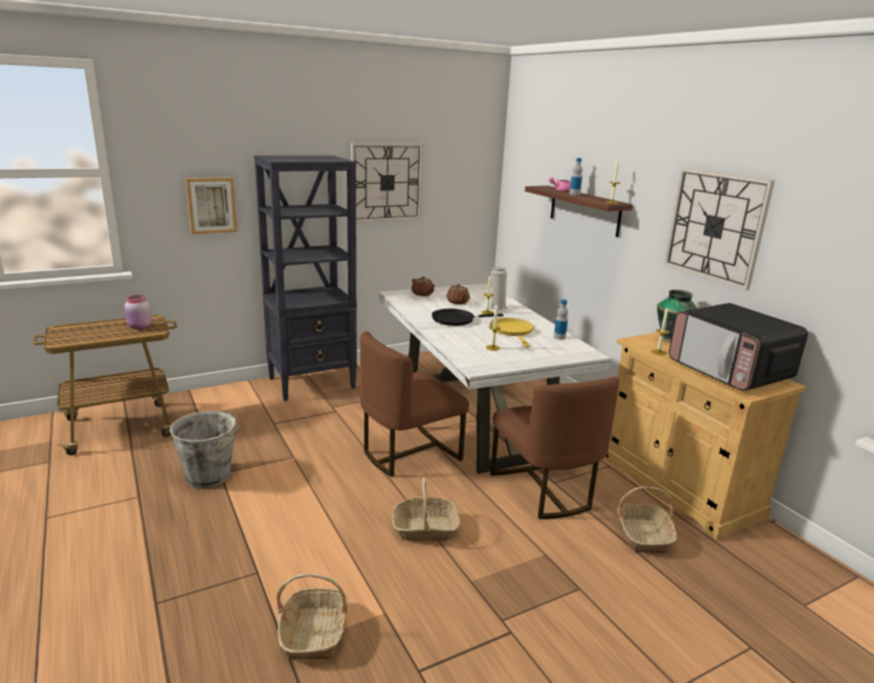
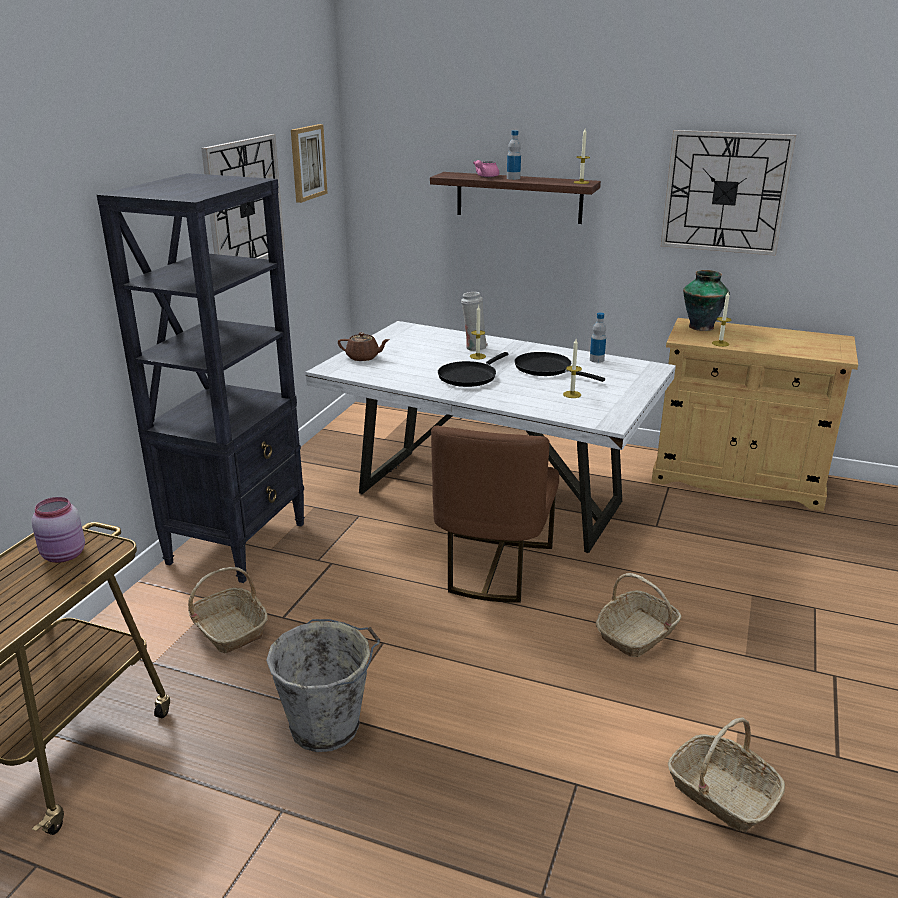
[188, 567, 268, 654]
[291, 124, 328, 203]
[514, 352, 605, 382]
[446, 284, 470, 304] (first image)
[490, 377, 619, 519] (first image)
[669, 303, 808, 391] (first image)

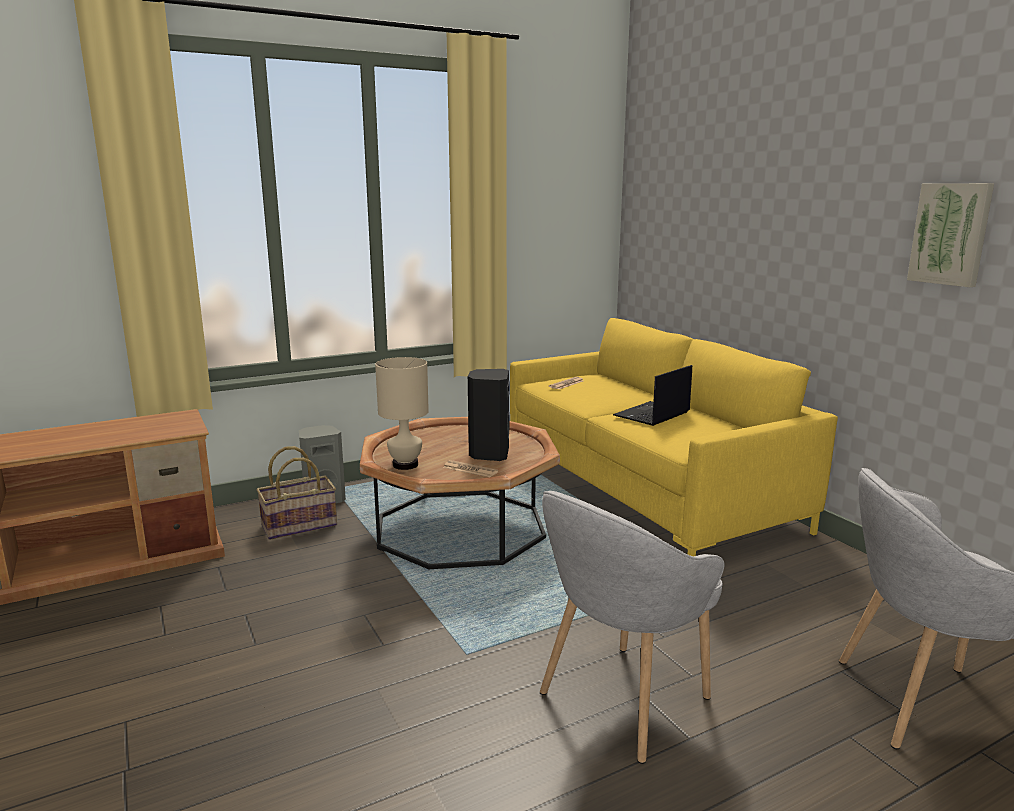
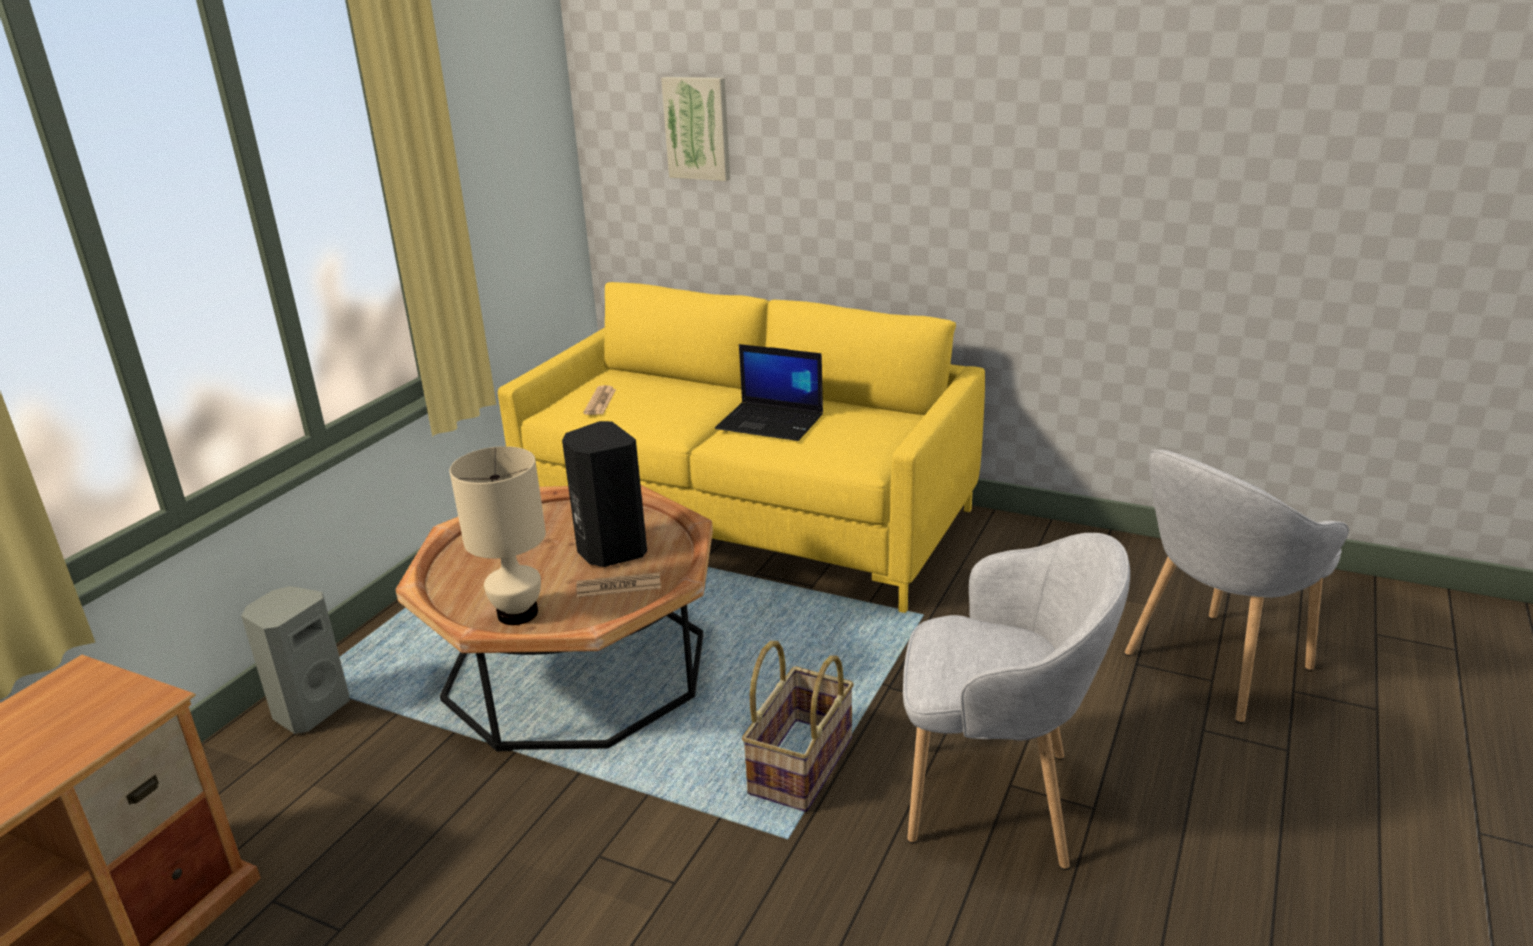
[661, 77, 730, 181]
[715, 344, 823, 441]
[742, 641, 854, 812]
[903, 533, 1130, 870]

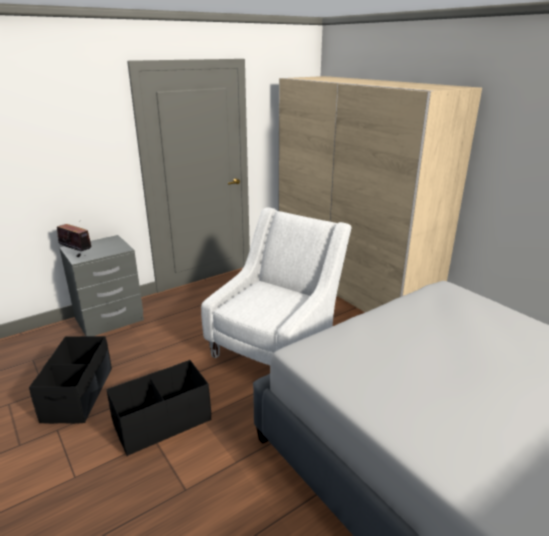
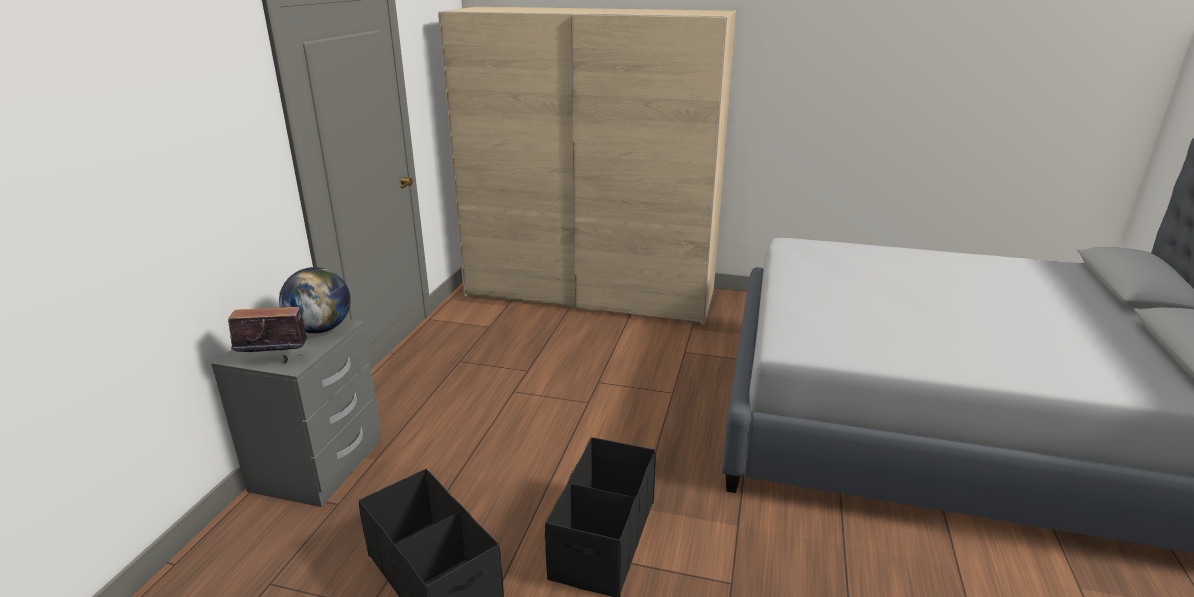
[279, 267, 351, 333]
[201, 207, 352, 365] (first image)

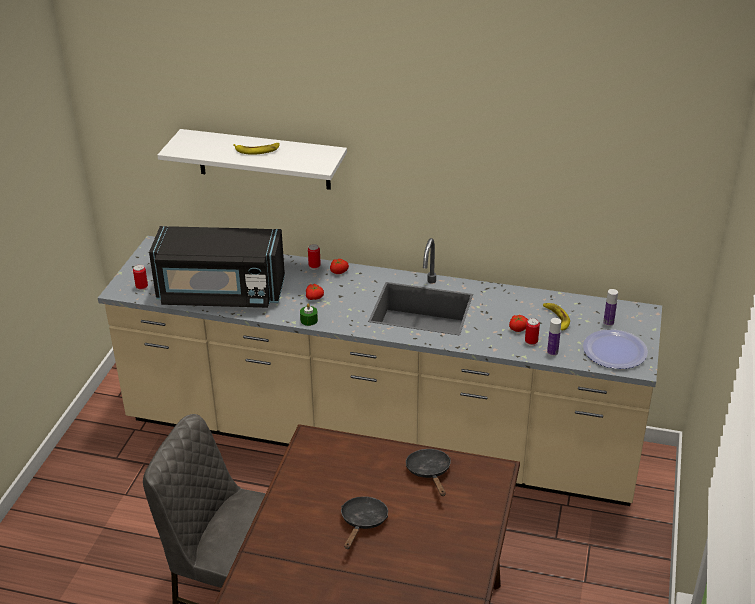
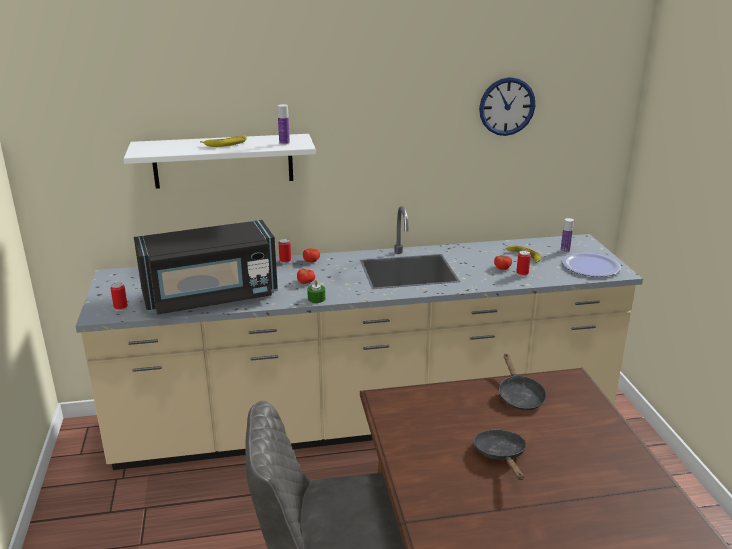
[278, 104, 290, 145]
[479, 77, 535, 136]
[499, 354, 546, 411]

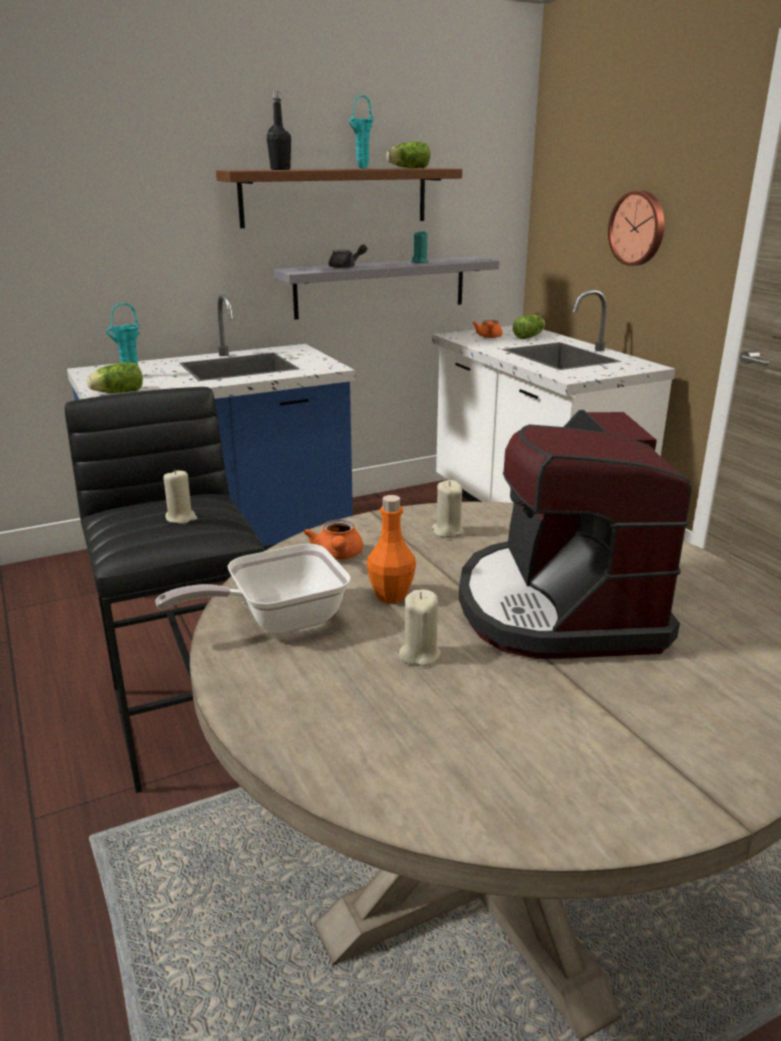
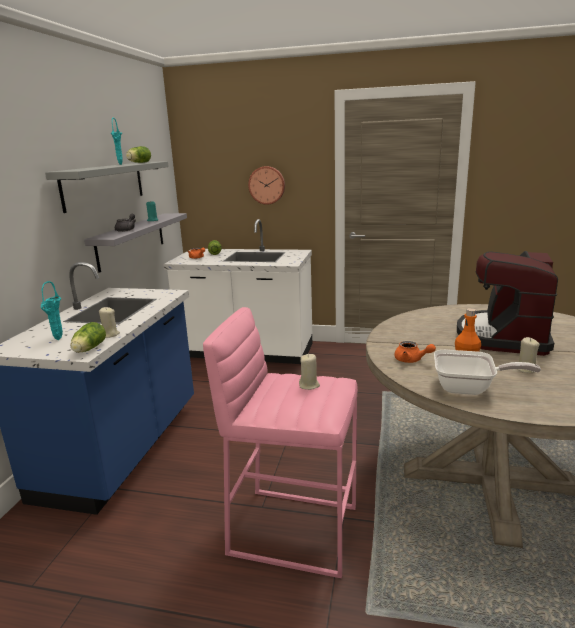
[45, 161, 169, 213]
[99, 307, 120, 338]
[203, 307, 358, 578]
[434, 350, 541, 395]
[457, 251, 558, 356]
[267, 91, 291, 170] (first image)

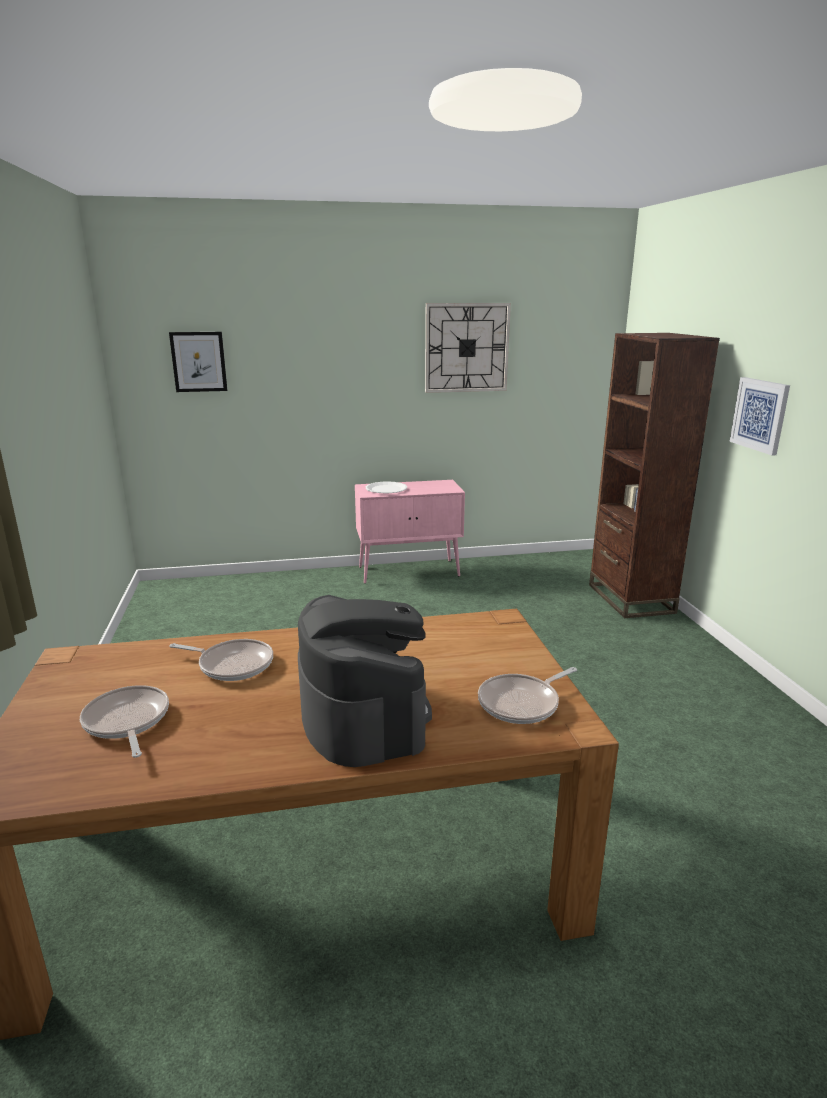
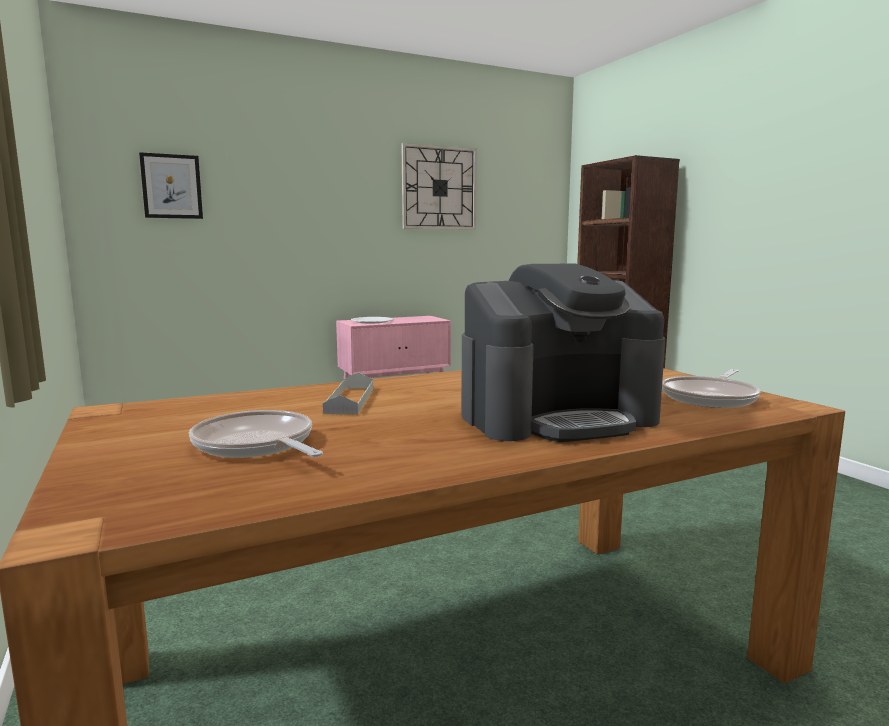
[323, 372, 373, 414]
[461, 263, 665, 442]
[730, 377, 790, 455] (first image)

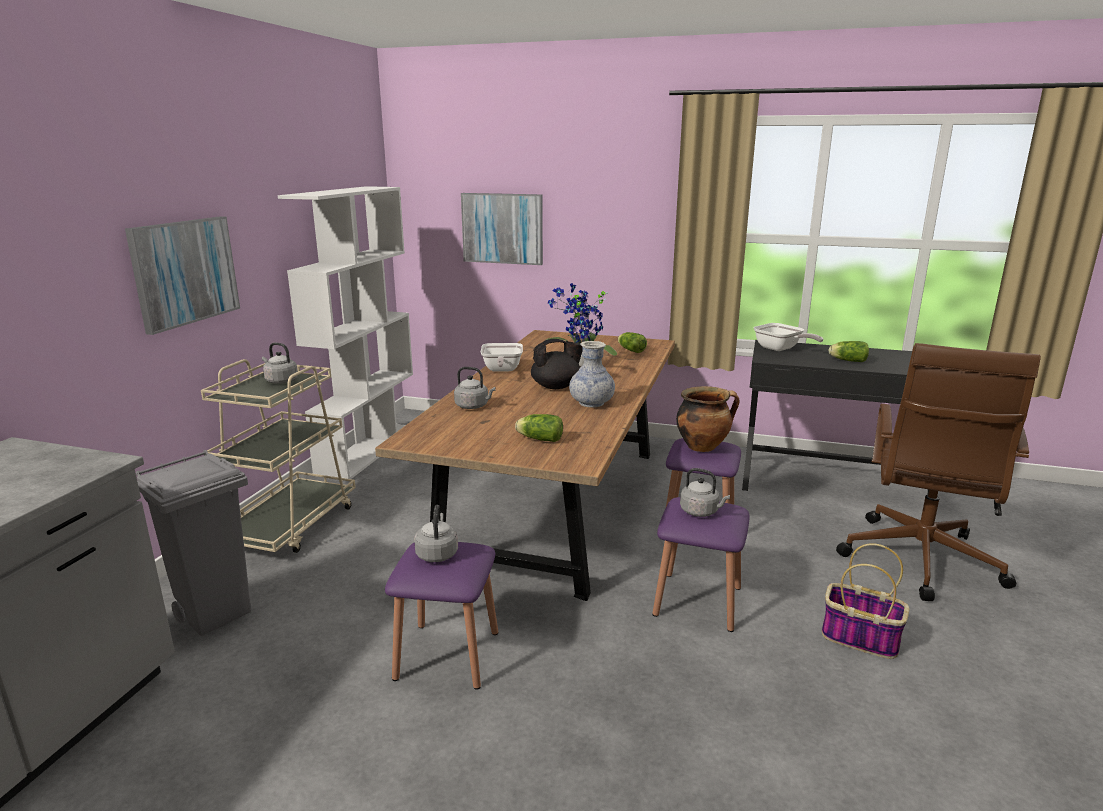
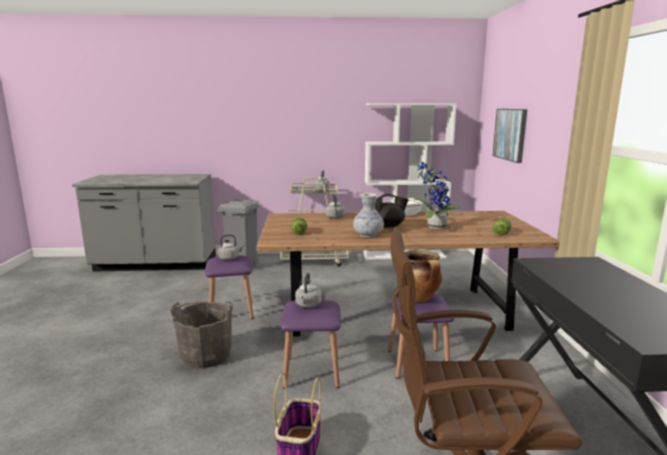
[170, 301, 233, 368]
[375, 194, 409, 228]
[125, 216, 240, 335] (first image)
[754, 323, 823, 351] (first image)
[828, 341, 869, 362] (first image)

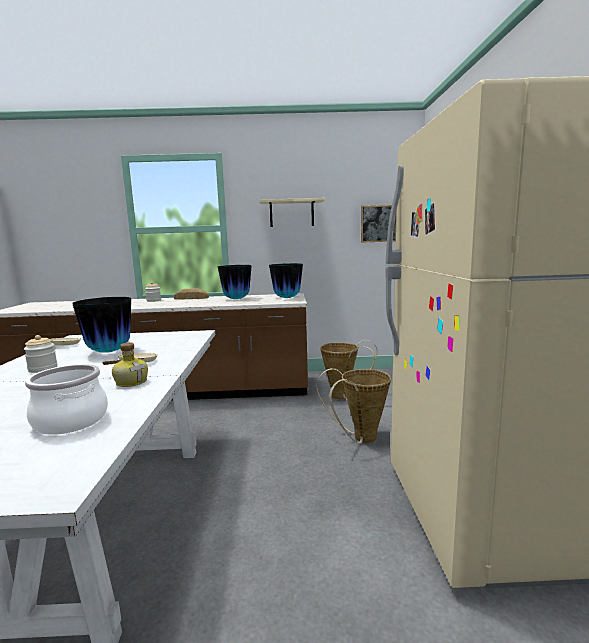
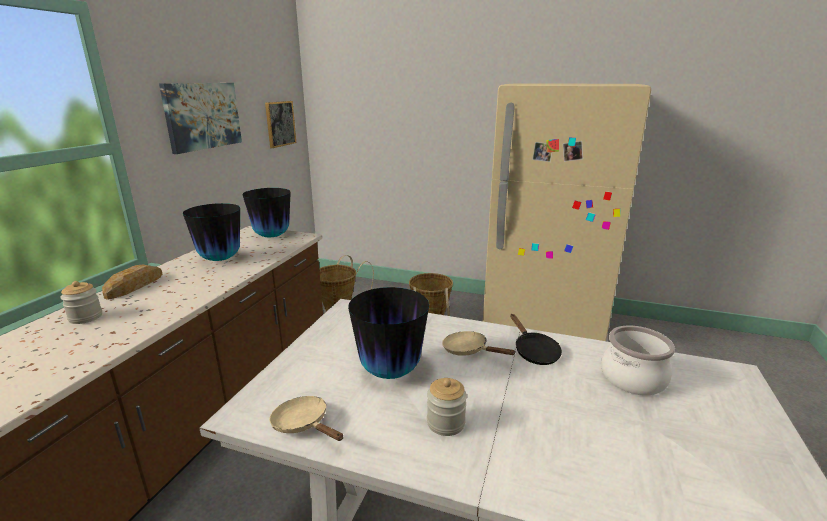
[159, 83, 242, 154]
[510, 314, 562, 365]

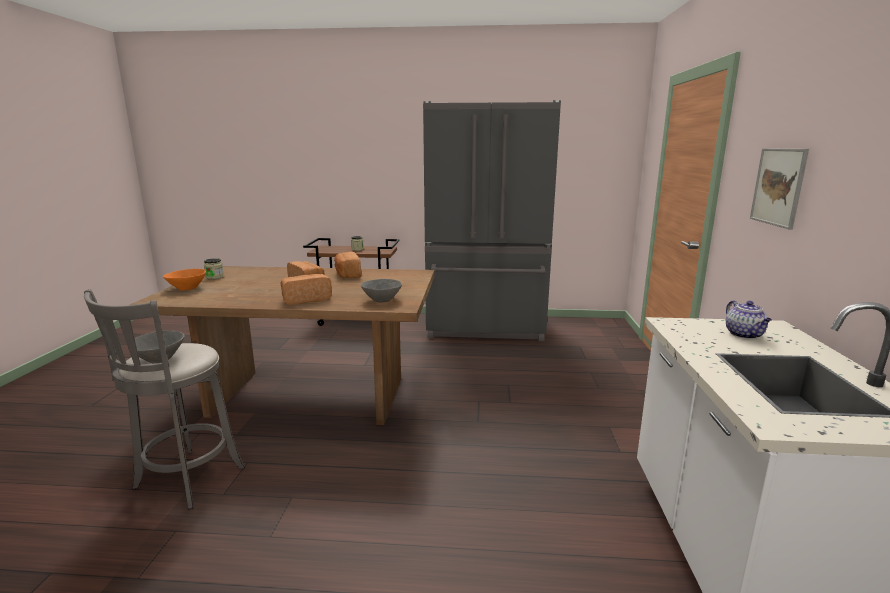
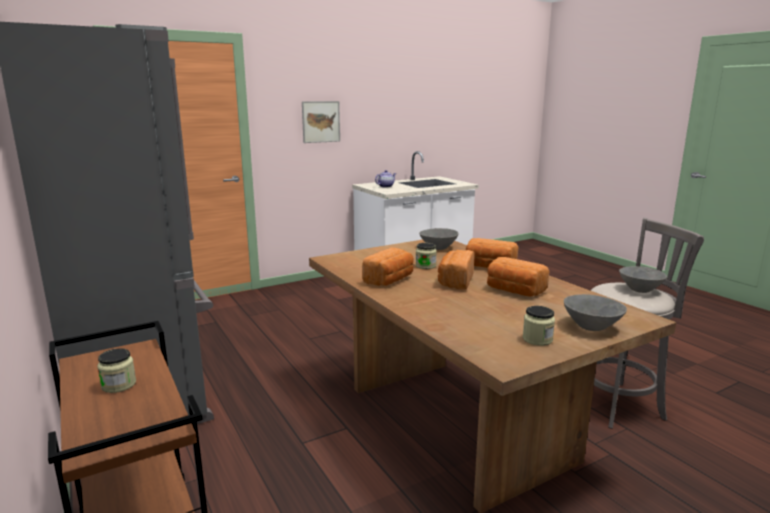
[416, 243, 437, 269]
[487, 257, 549, 297]
[564, 294, 627, 331]

